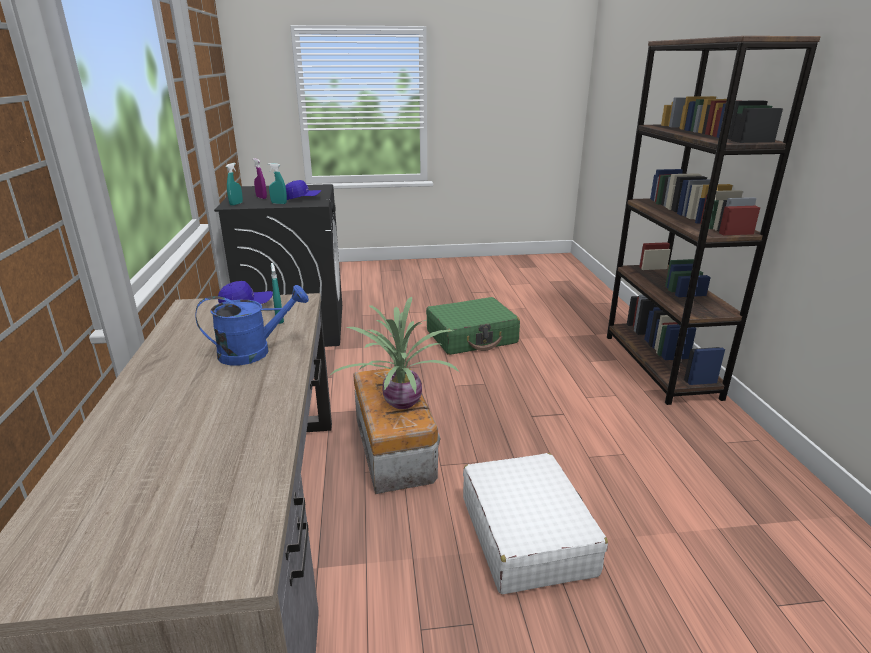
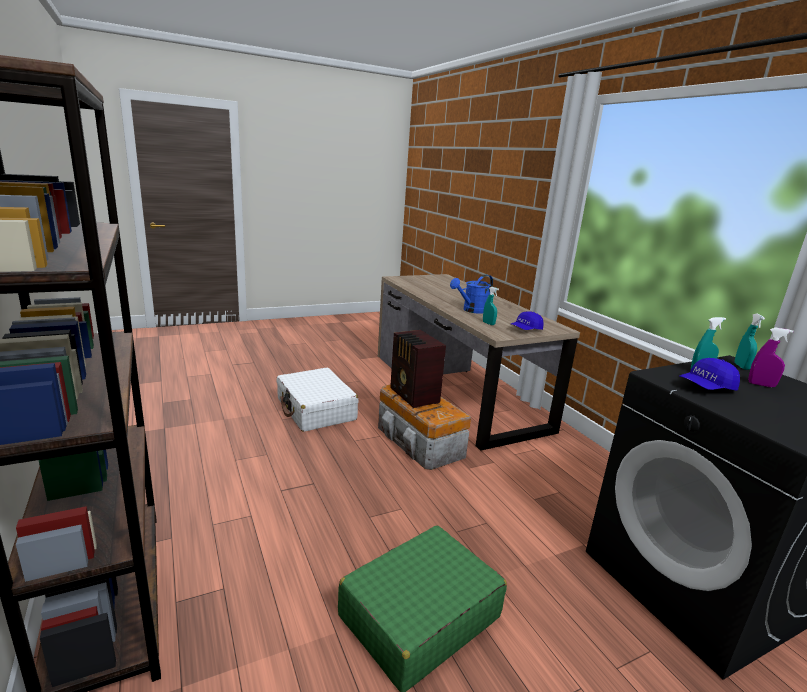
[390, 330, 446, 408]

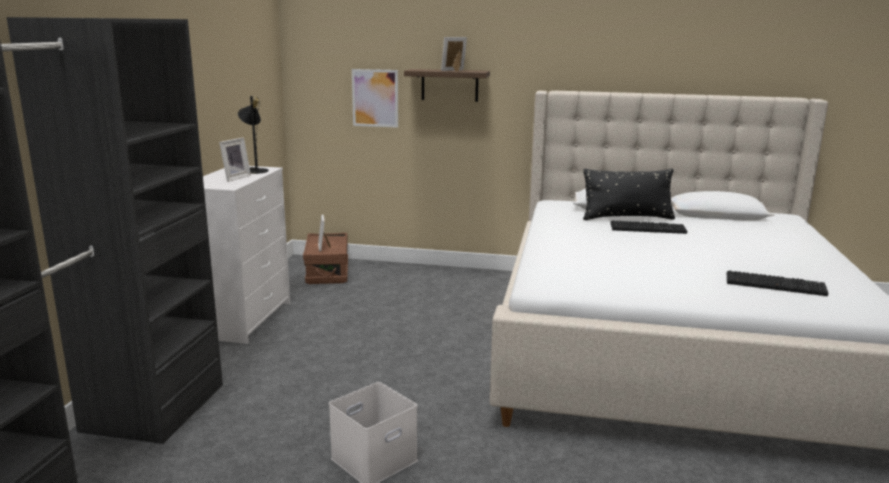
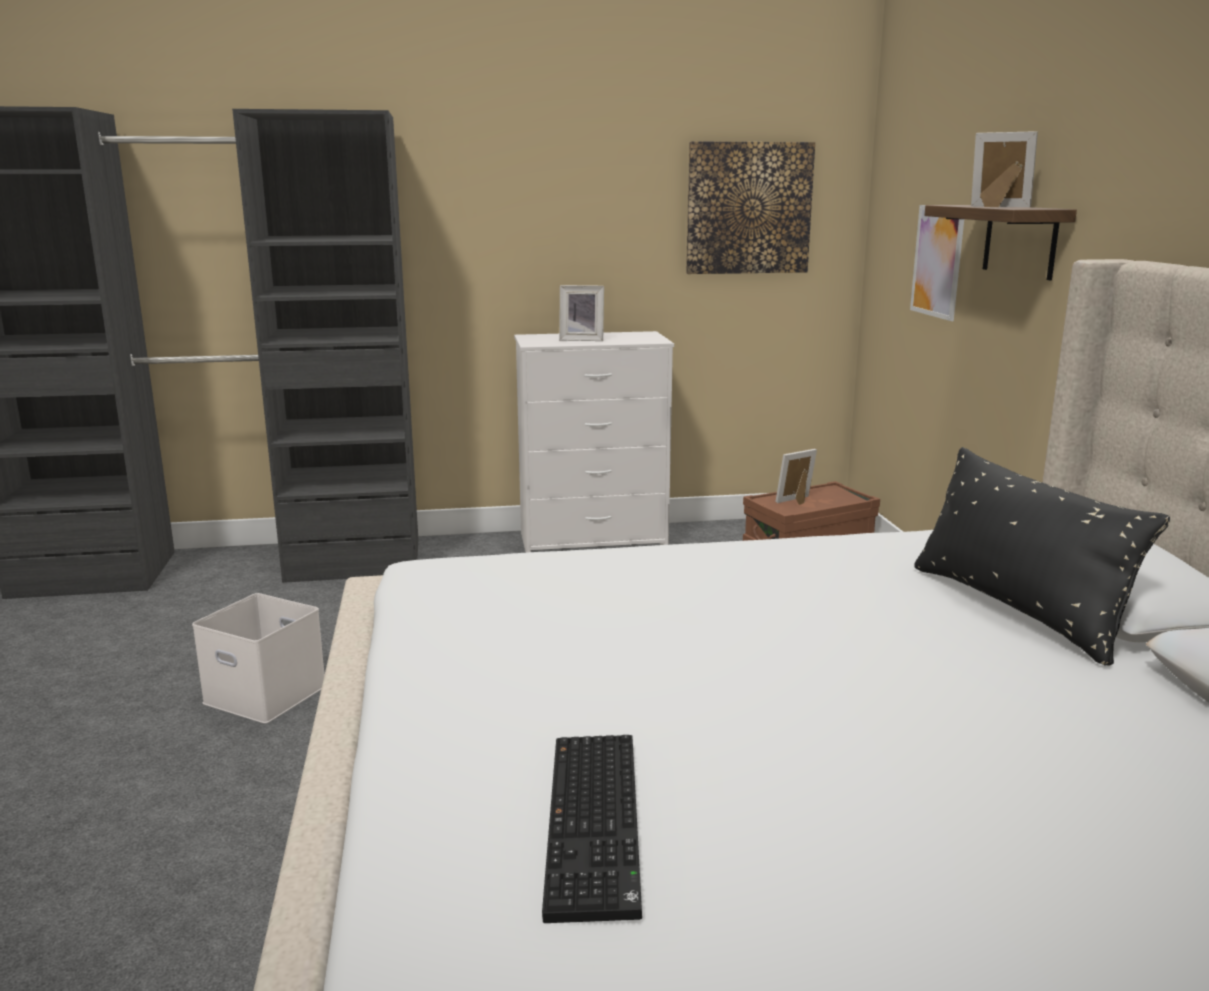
[686, 141, 815, 274]
[238, 96, 269, 174] (first image)
[611, 221, 687, 234] (first image)

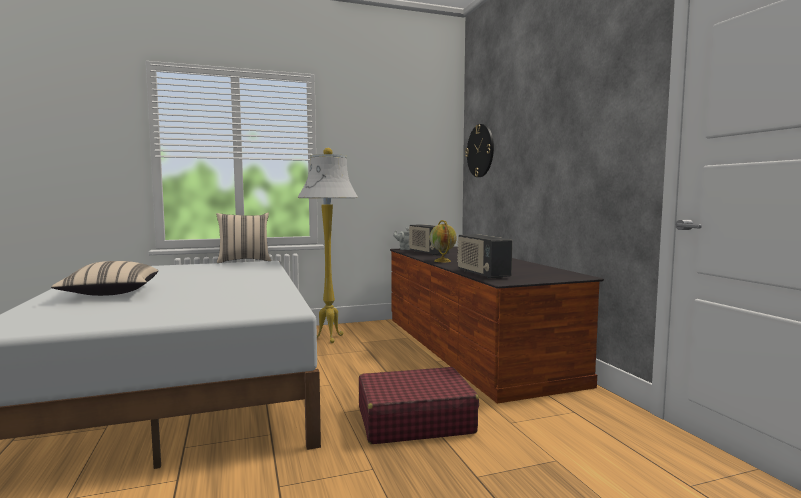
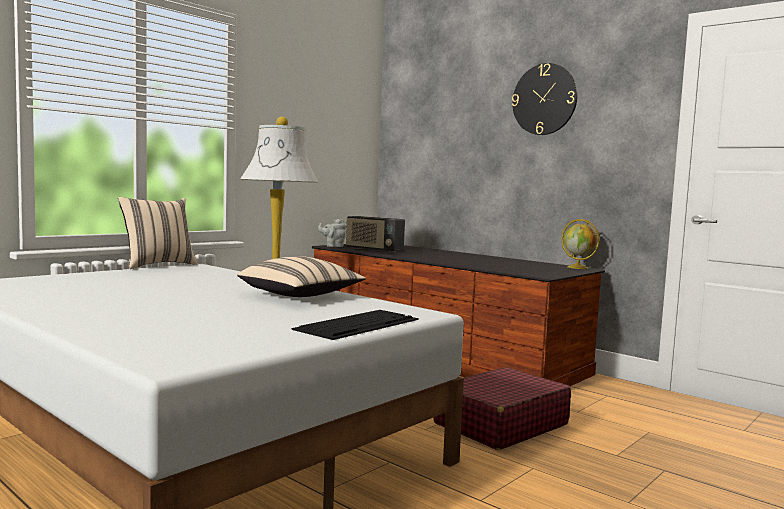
[237, 256, 366, 297]
[292, 310, 419, 340]
[512, 63, 578, 135]
[561, 219, 600, 269]
[457, 234, 512, 279] (first image)

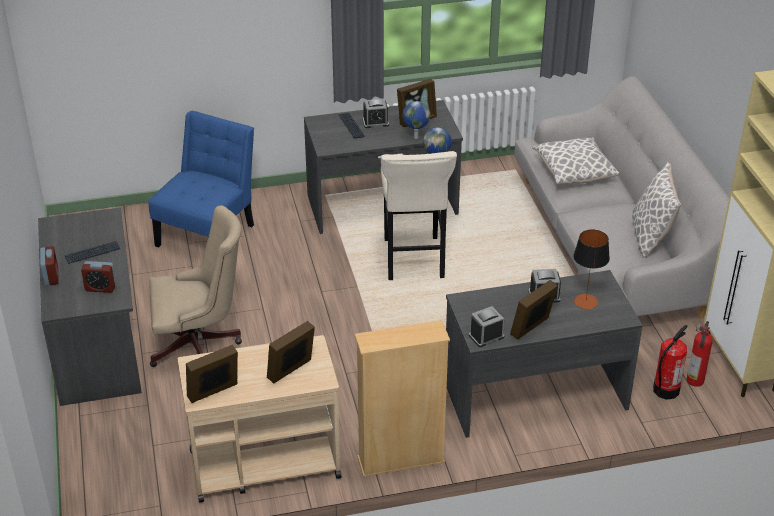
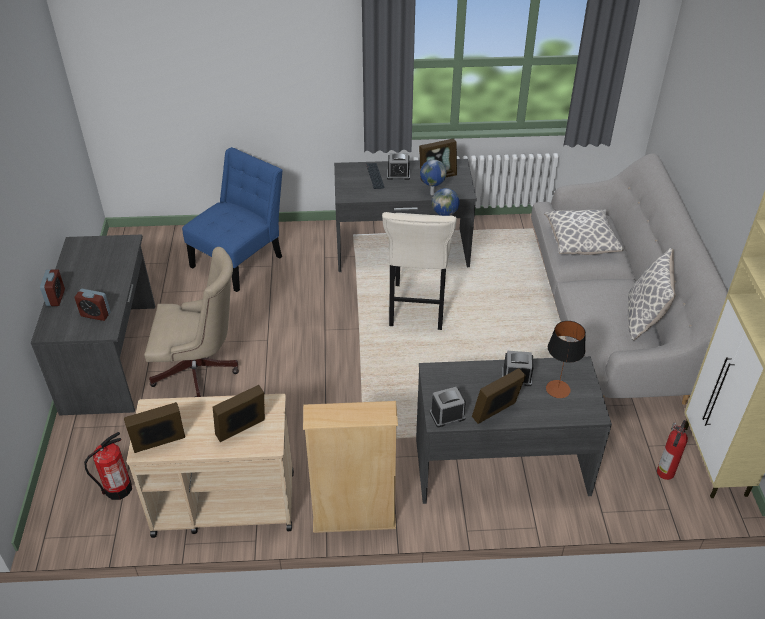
[84, 432, 132, 500]
[65, 241, 121, 264] (first image)

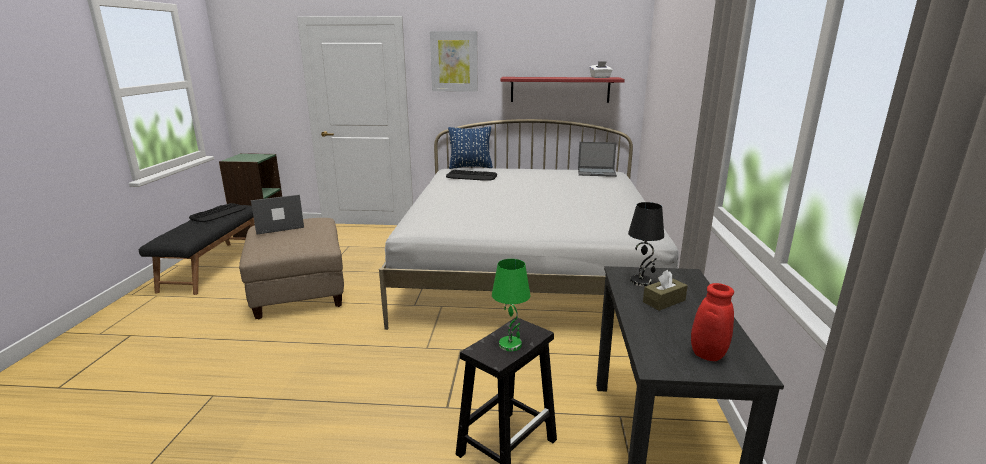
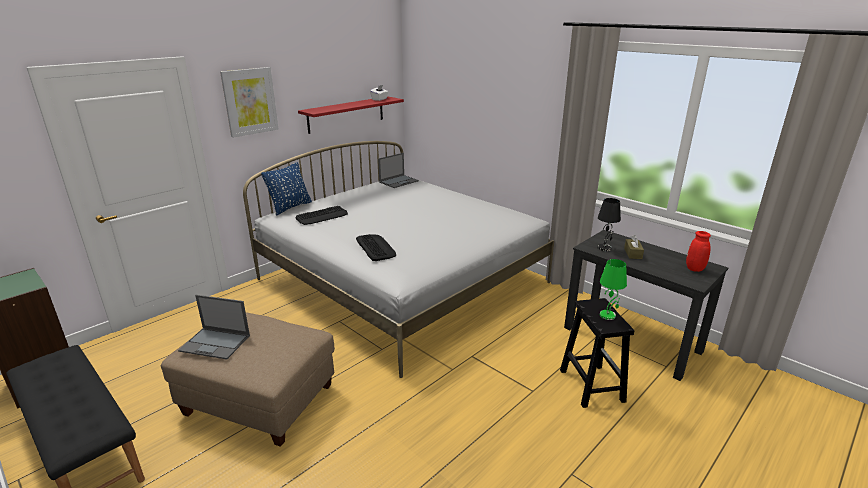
[178, 295, 250, 359]
[356, 234, 396, 261]

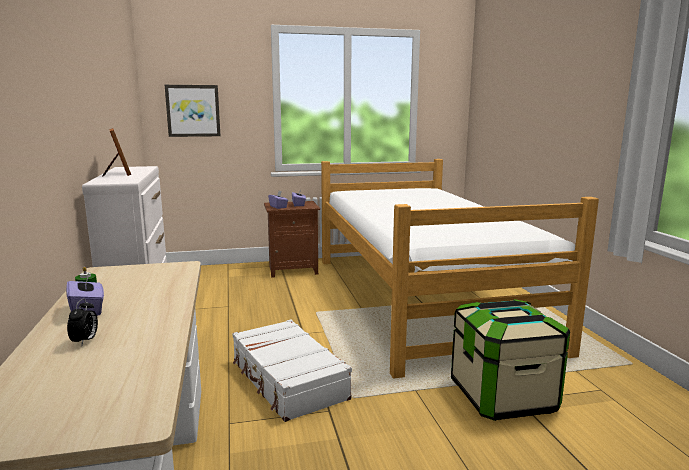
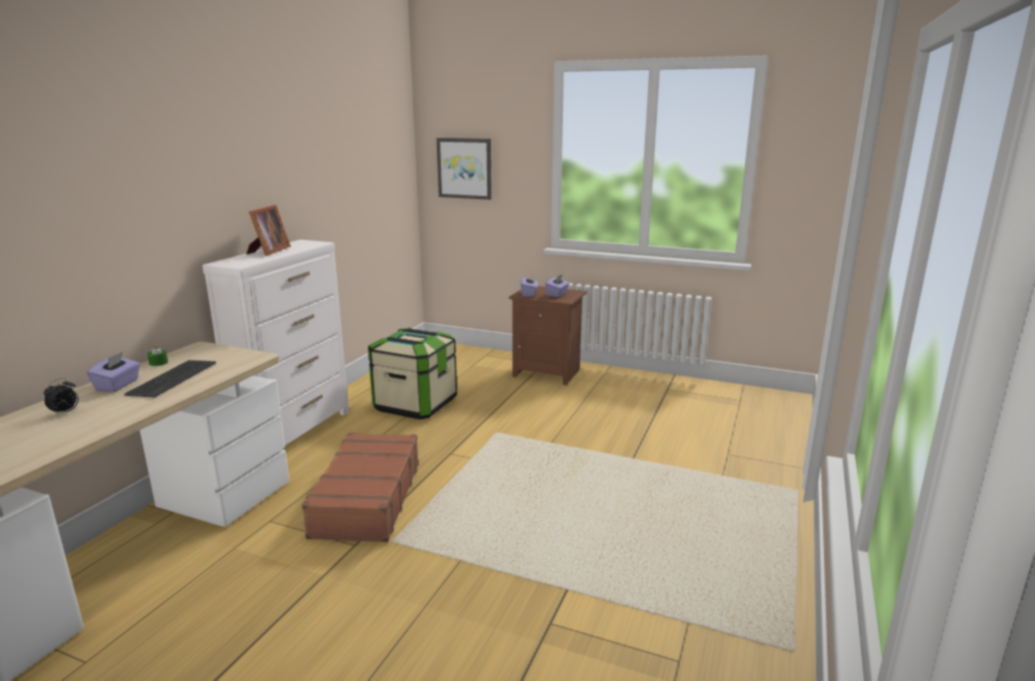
[125, 360, 216, 397]
[302, 433, 419, 542]
[368, 328, 457, 419]
[321, 159, 599, 378] (first image)

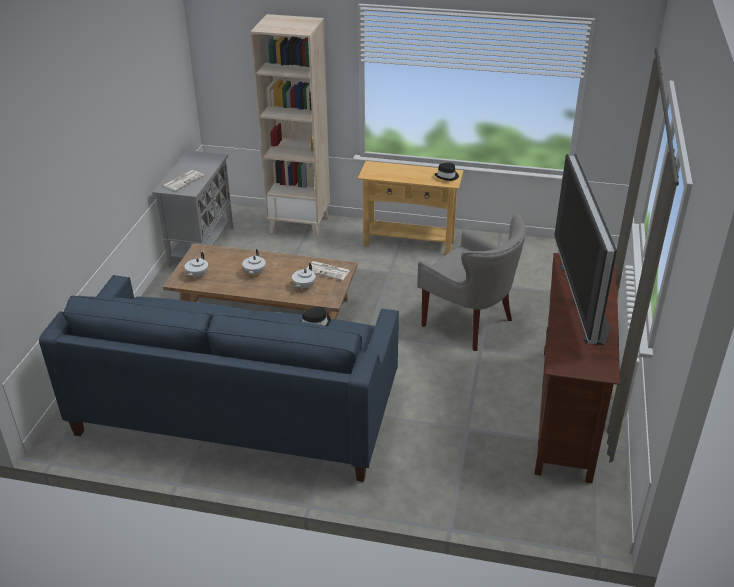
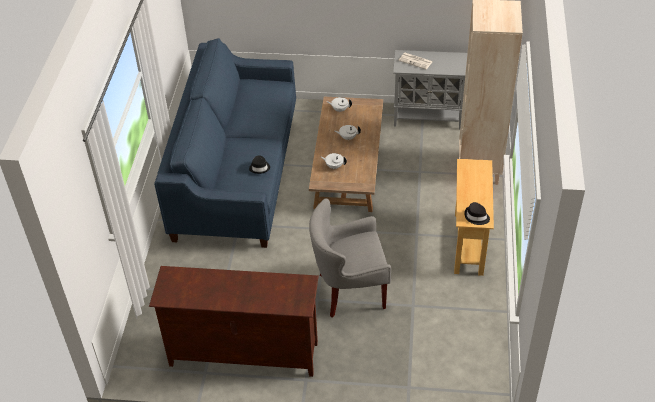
[309, 198, 391, 318]
[306, 261, 350, 280] (first image)
[554, 154, 617, 345] (first image)

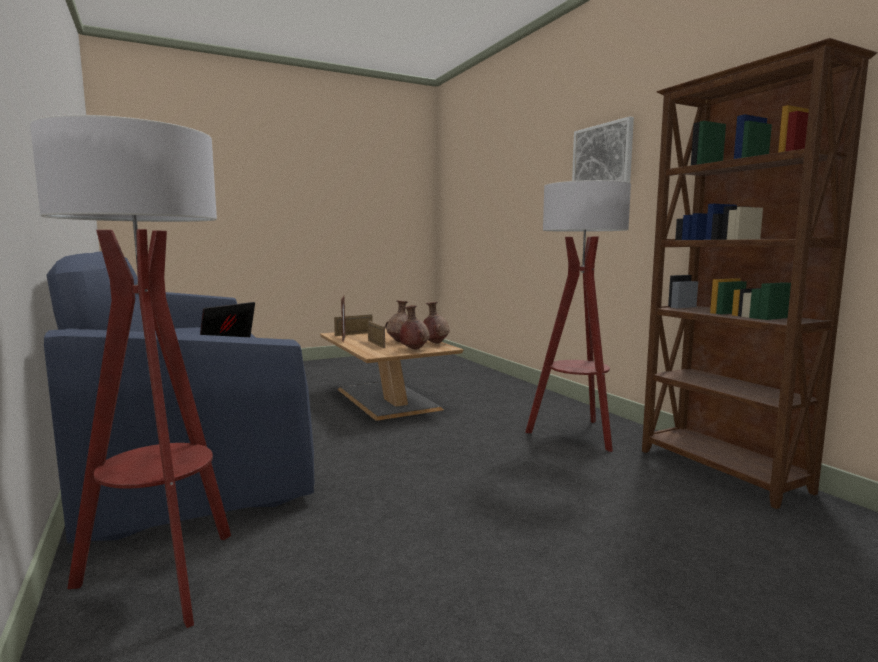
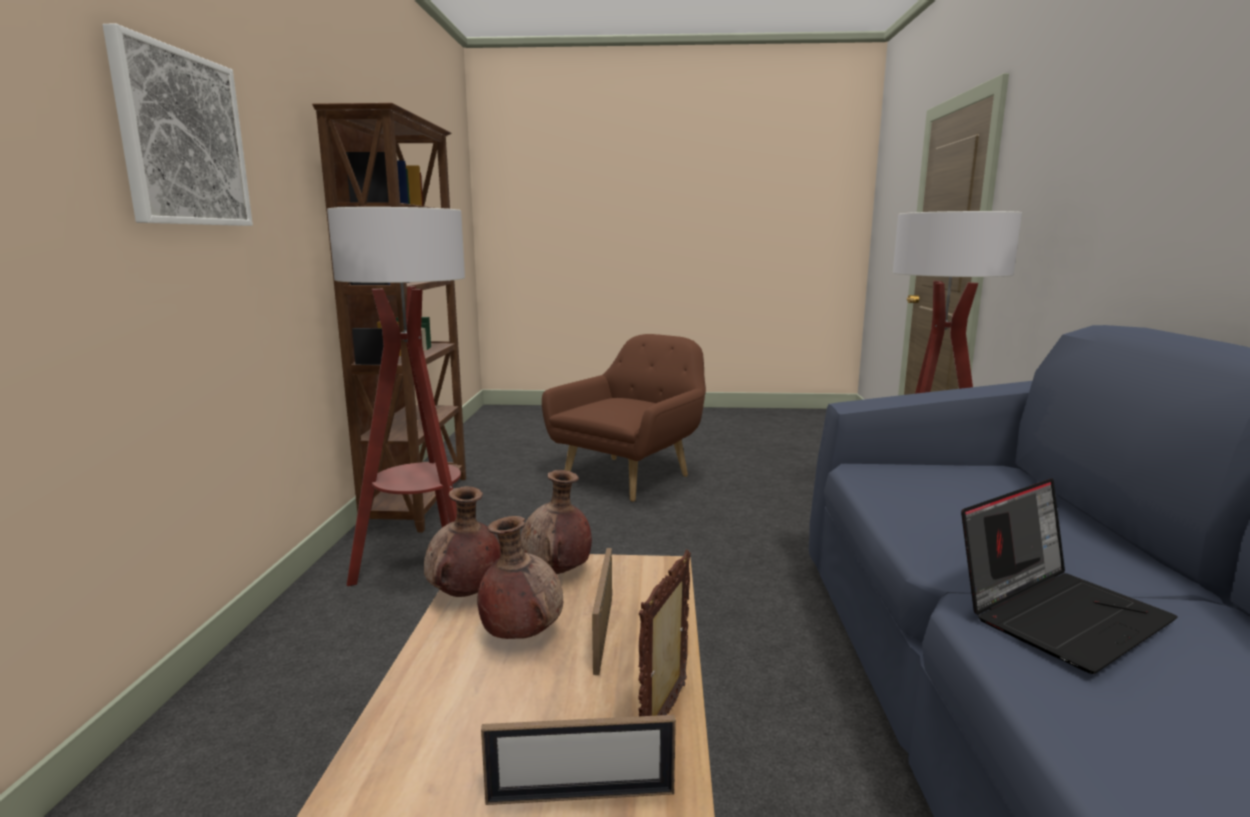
[542, 334, 706, 502]

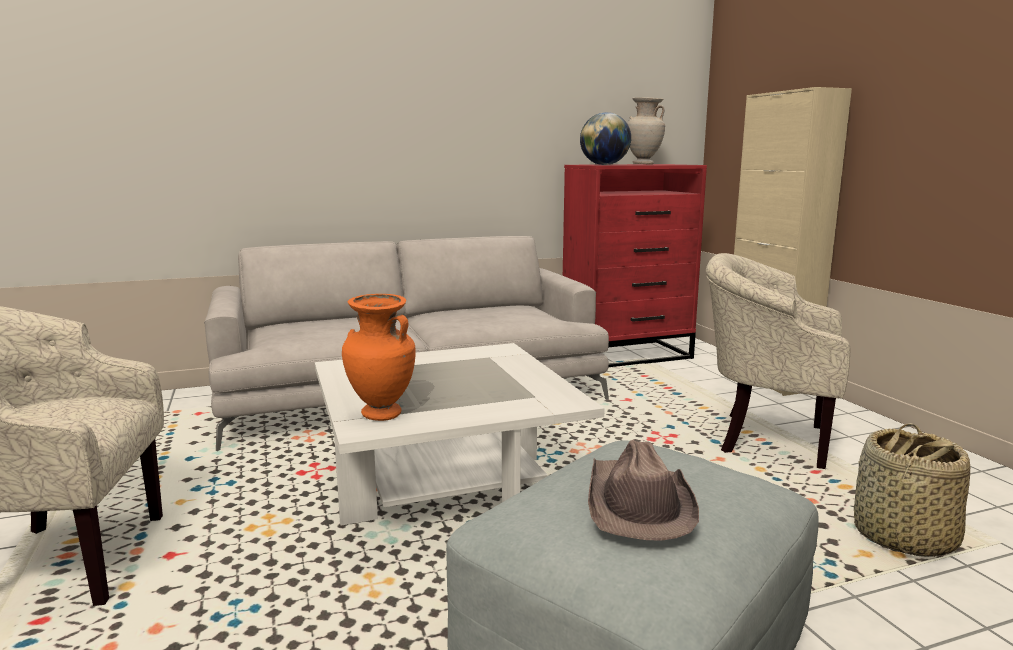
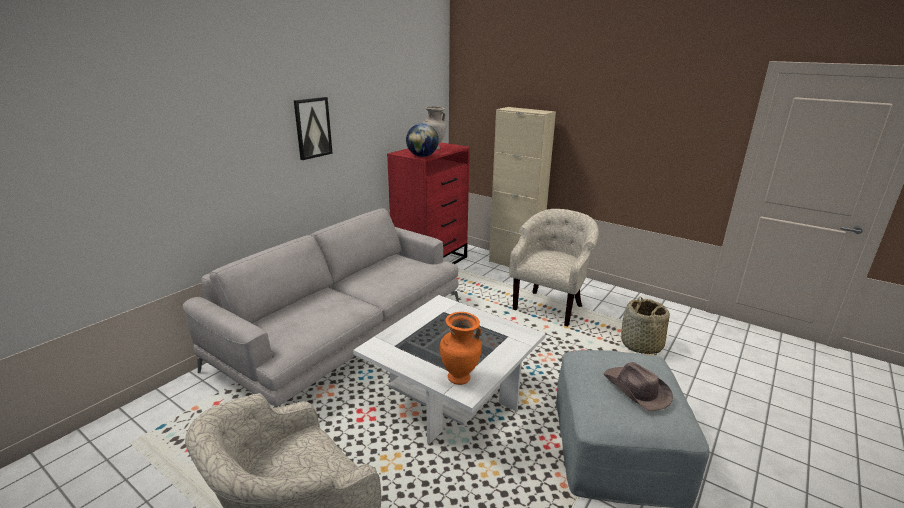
[294, 97, 333, 160]
[509, 209, 599, 326]

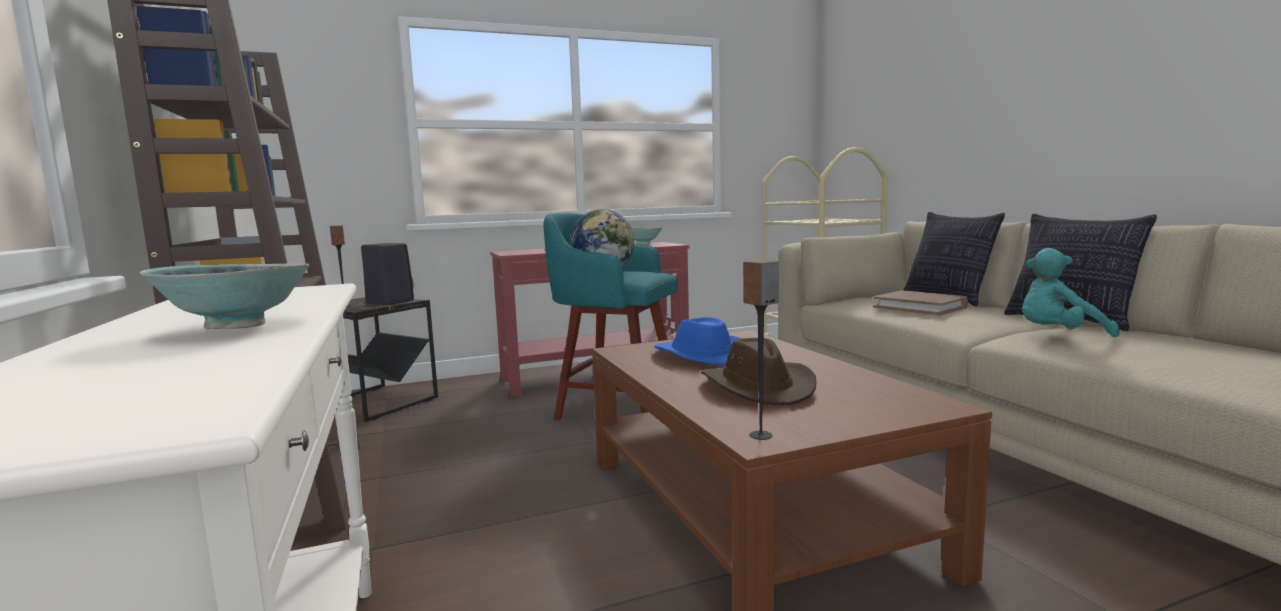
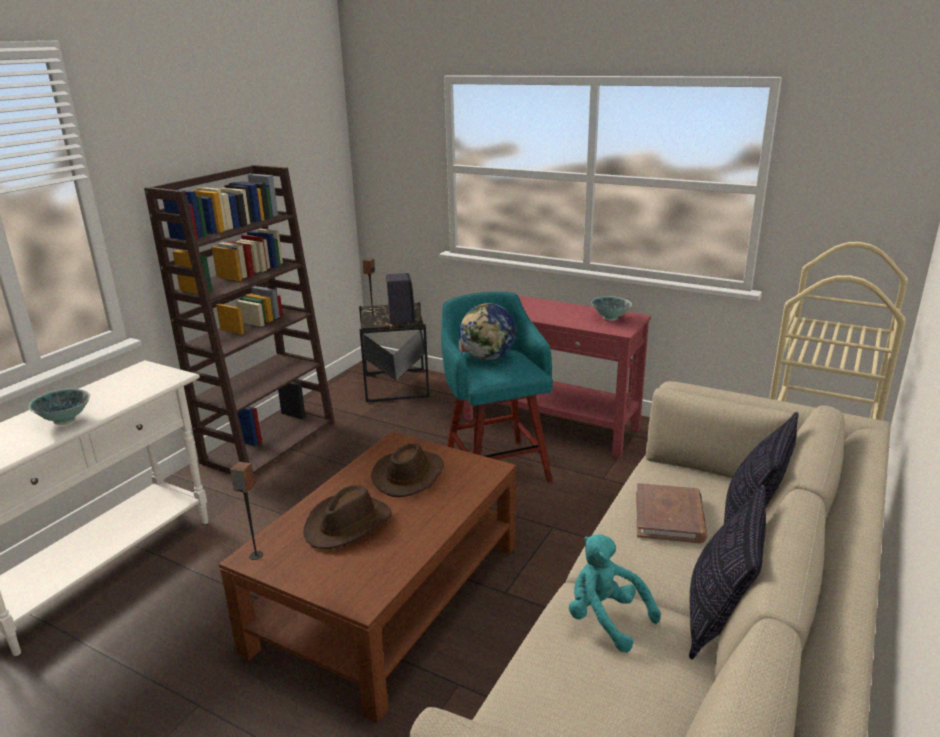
[371, 444, 444, 497]

